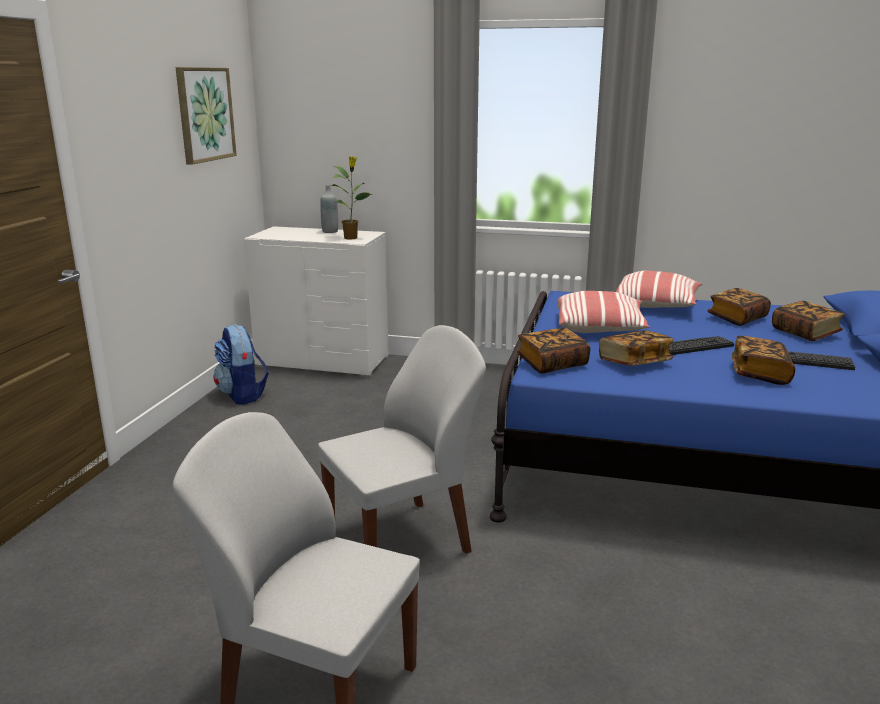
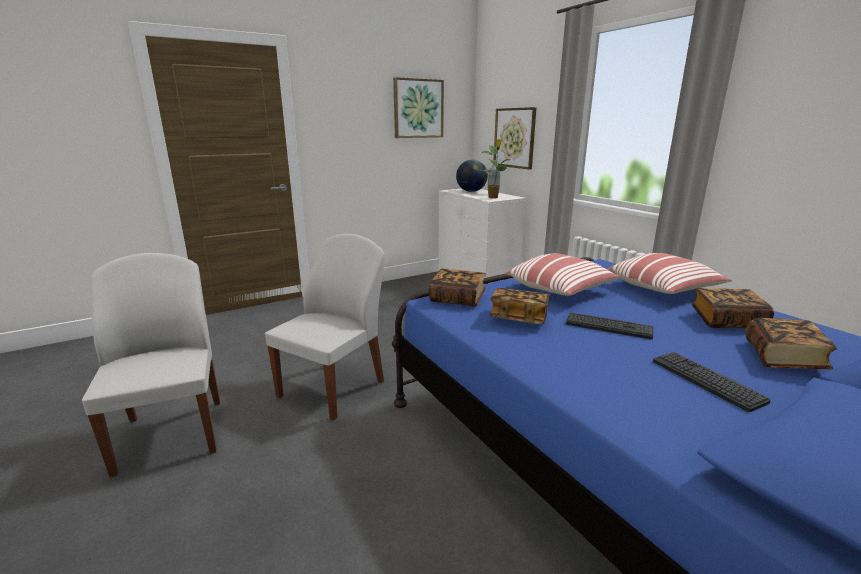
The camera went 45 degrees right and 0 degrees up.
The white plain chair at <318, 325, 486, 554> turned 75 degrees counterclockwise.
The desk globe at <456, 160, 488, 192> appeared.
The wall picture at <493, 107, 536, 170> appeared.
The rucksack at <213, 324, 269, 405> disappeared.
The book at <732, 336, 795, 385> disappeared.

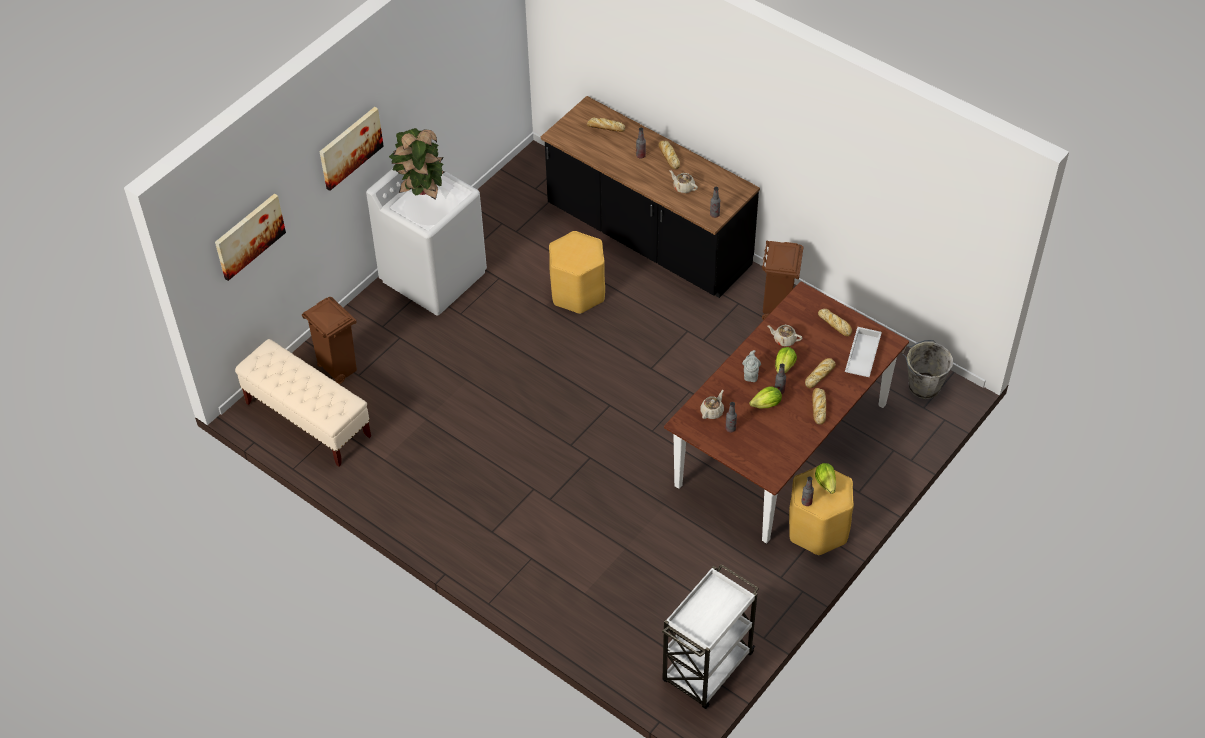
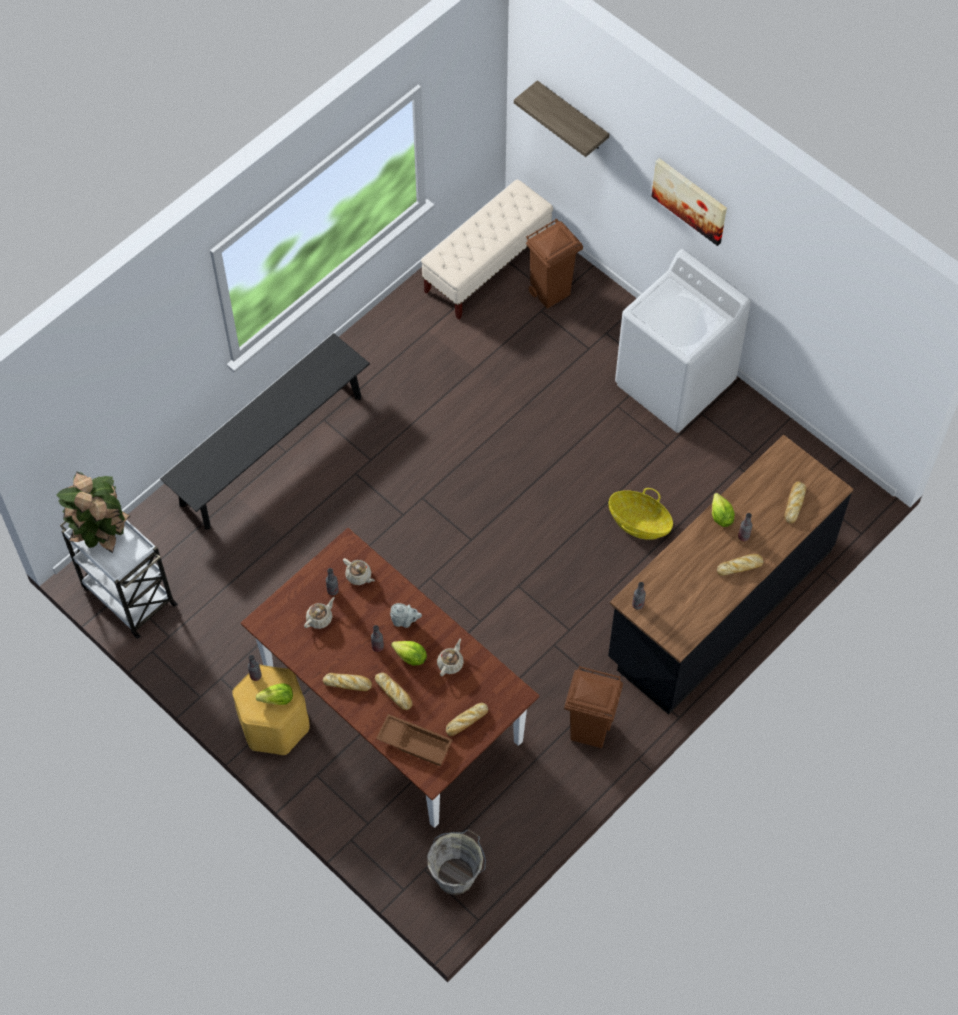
The camera went 95 degrees right and 10 degrees up.
The potted plant moved from <389, 128, 445, 200> to <56, 472, 131, 553>.
The black-coloured long seat at <160, 333, 370, 530> appeared.
The beige tea pot moved from <669, 170, 698, 193> to <304, 597, 335, 629>.
The white serving tray at <845, 327, 882, 377> became the brownish serving tray at <376, 714, 453, 766>.
The wall picture at <215, 194, 286, 281> was replaced by the wall shelf at <514, 80, 609, 157>.
The yellow-coloured sitting stool at <549, 231, 605, 314> was replaced by the household basket at <608, 488, 673, 540>.
The lettuce head moved from <749, 386, 782, 409> to <712, 493, 735, 527>.

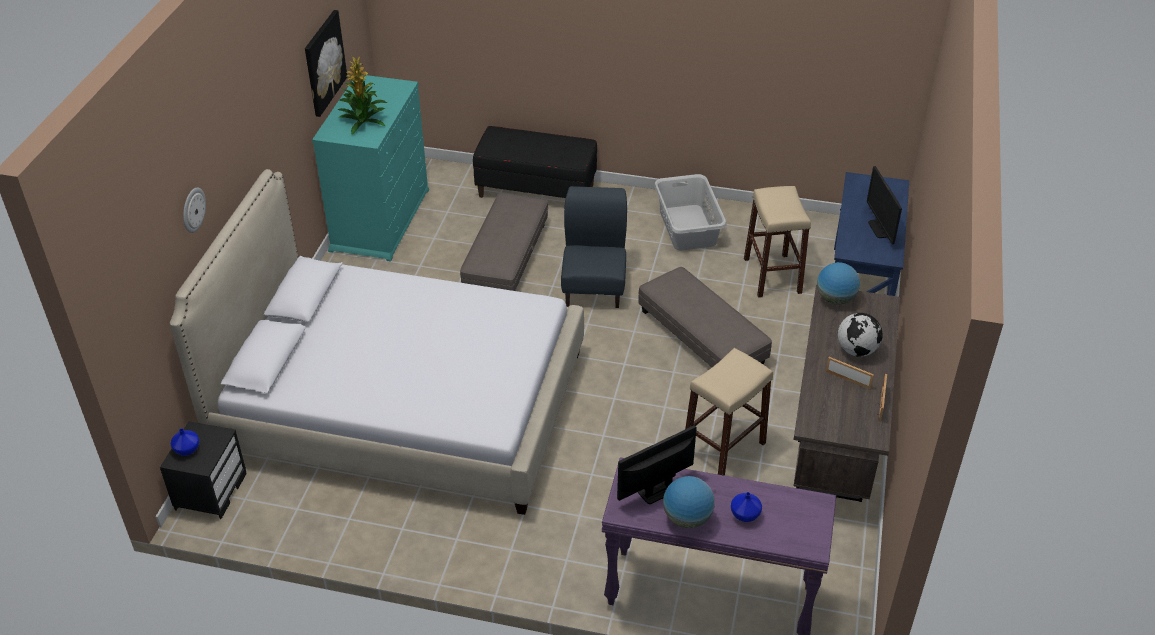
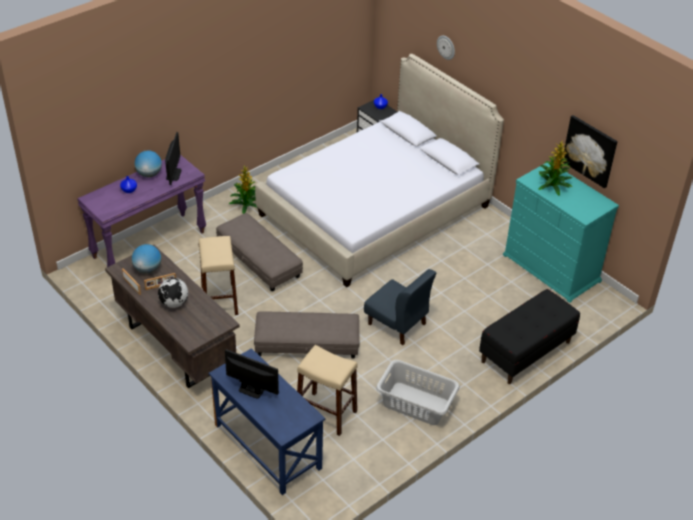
The camera went 125 degrees right and 0 degrees up.
The desk globe moved from <817, 262, 860, 305> to <132, 244, 161, 274>.
The grey ottoman moved from <460, 193, 548, 291> to <216, 213, 303, 292>.
The potted plant at <229, 165, 257, 214> appeared.

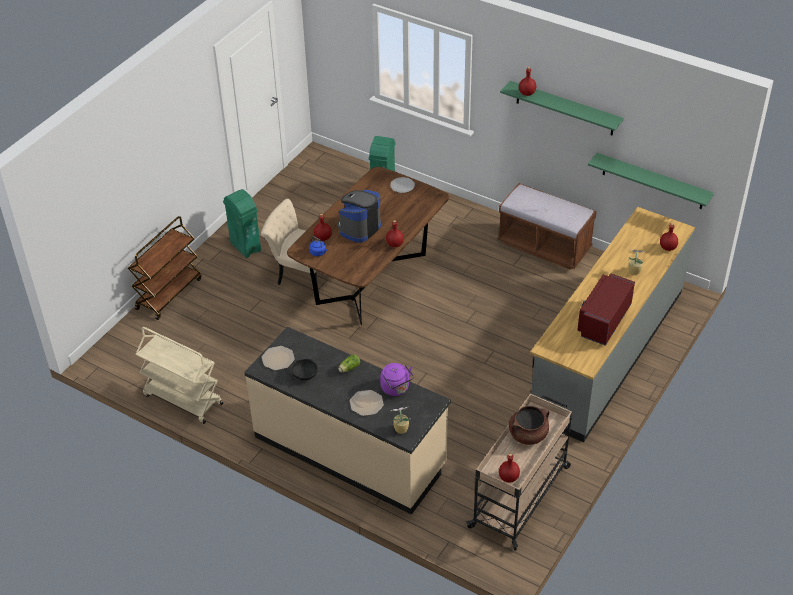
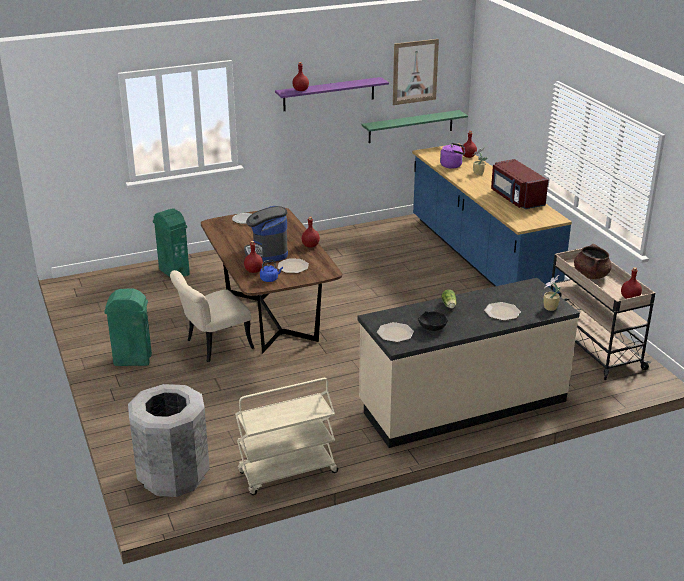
The camera went 55 degrees left and 15 degrees down.
The grey waste bin at <128, 384, 210, 497> appeared.
The greenish wall shelf at <500, 81, 624, 136> became the purplish wall shelf at <275, 77, 389, 111>.
The dinner plate at <278, 259, 309, 273> appeared.
The wall picture at <393, 39, 439, 105> appeared.
The grey counter at <530, 207, 695, 442> became the blue counter at <412, 143, 572, 297>.
The purplish tea kettle moved from <380, 363, 414, 396> to <440, 143, 465, 168>.
The brownish cart at <128, 216, 202, 320> disappeared.
The brownish long seat at <498, 183, 597, 270> disappeared.

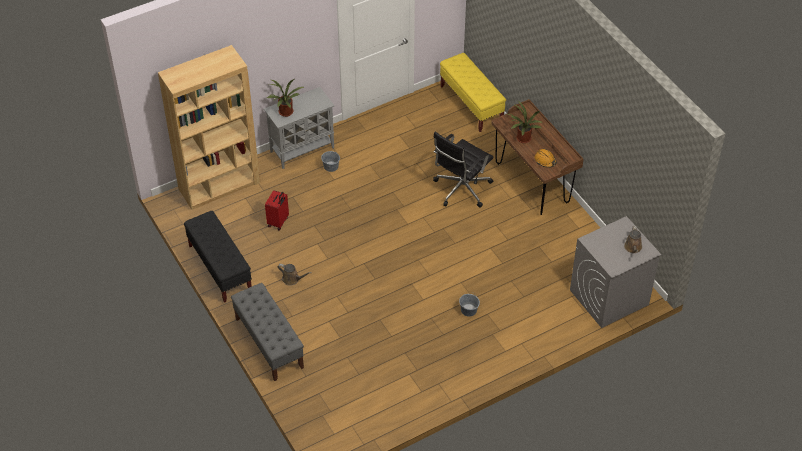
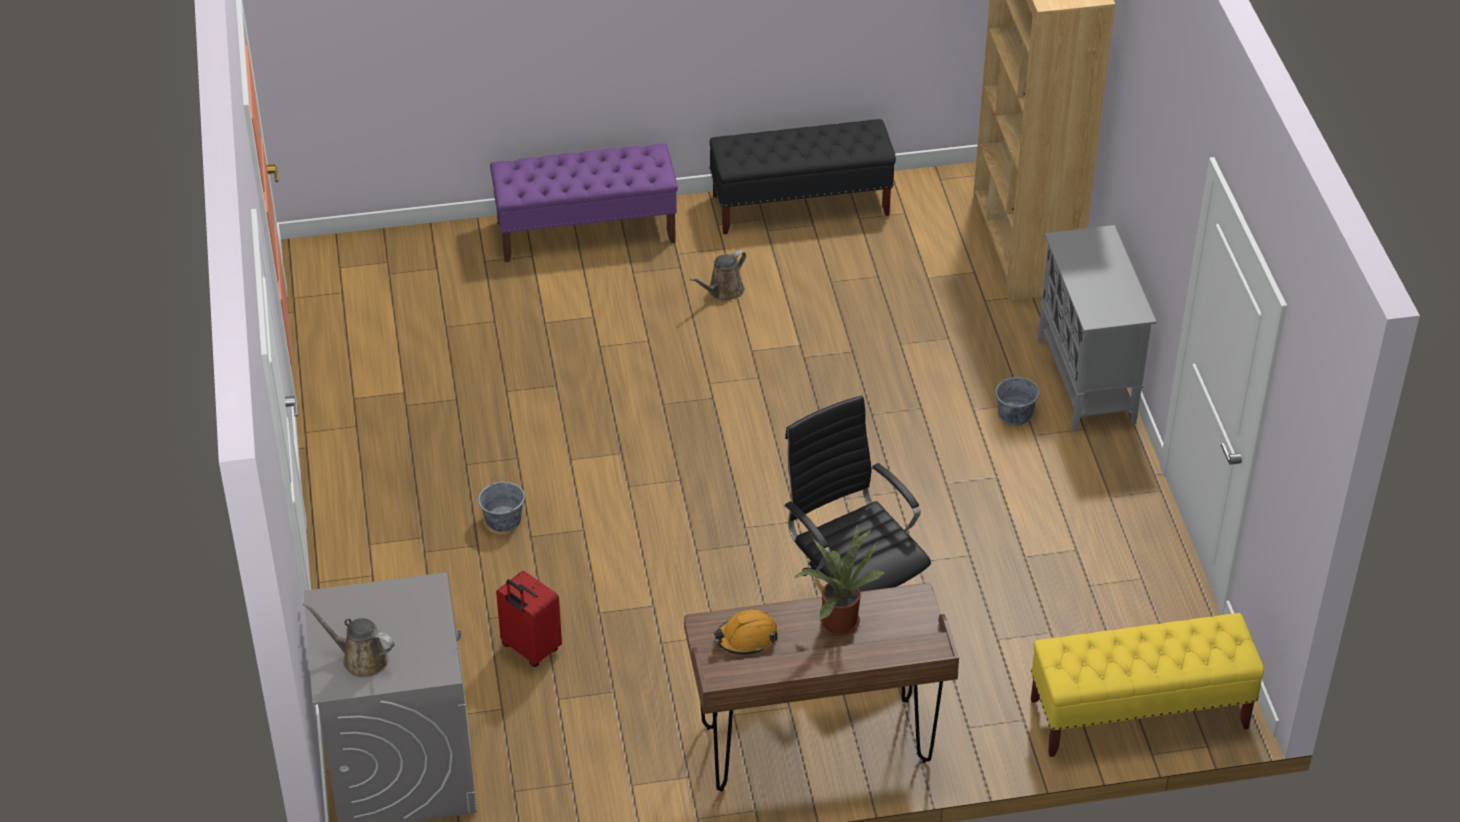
The camera went 110 degrees right and 5 degrees down.
The grey long seat at <231, 283, 304, 381> became the purplish long seat at <490, 143, 678, 262>.
The reddish piece of luggage moved from <265, 190, 289, 230> to <496, 570, 562, 667>.
The potted plant at <267, 79, 304, 117> disappeared.

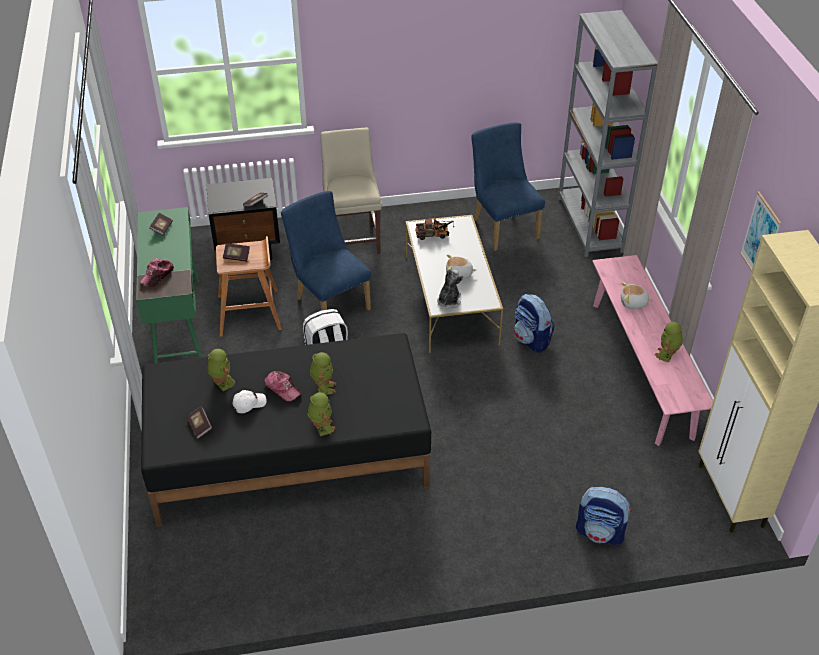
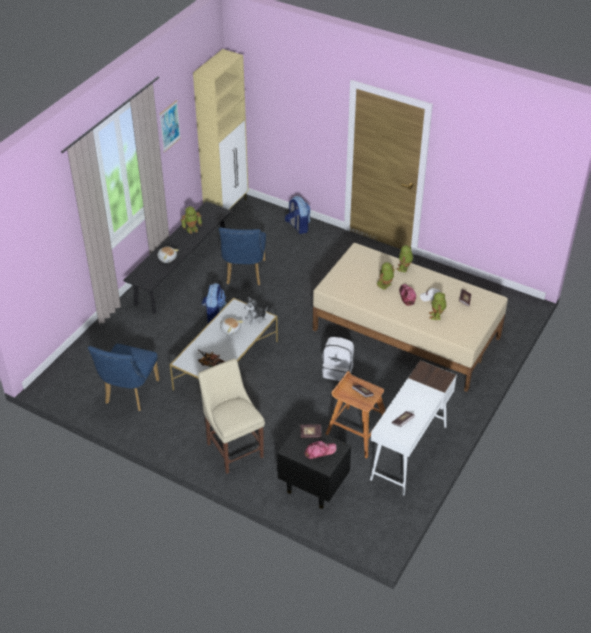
The camera went 140 degrees left and 0 degrees up.
The pinkish long seat at <592, 255, 713, 446> became the black-coloured long seat at <123, 201, 232, 314>.
The beige plain chair at <320, 127, 382, 254> turned 120 degrees clockwise.
The blue plain chair moved from <281, 191, 371, 311> to <219, 228, 266, 286>.
The peaked cap moved from <140, 258, 174, 287> to <305, 441, 337, 459>.
The black-coloured bedroom bed at <141, 333, 431, 526> became the beige bedroom bed at <313, 243, 508, 392>.
The greenish desk at <136, 207, 202, 363> became the white desk at <370, 360, 457, 495>.
The grey bookshelf at <558, 10, 658, 257> disappeared.

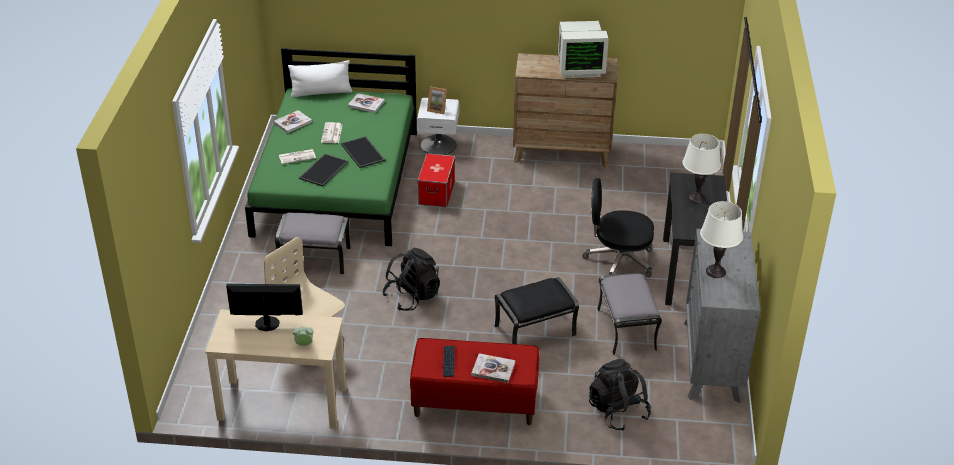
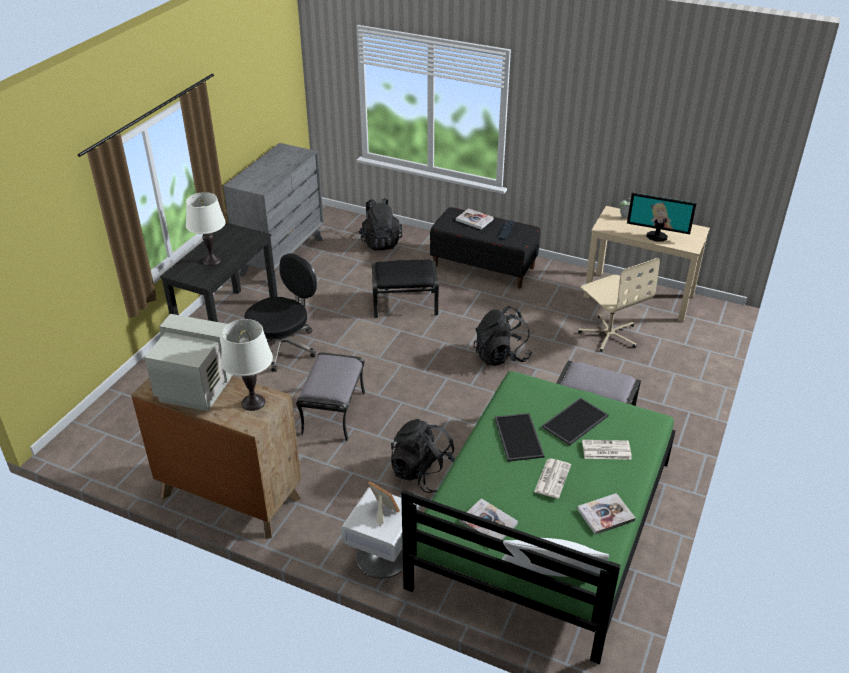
The camera went 160 degrees left and 0 degrees up.
The white lamp for a table moved from <700, 201, 743, 278> to <221, 319, 273, 411>.
The black-coloured computer chair at <583, 178, 654, 277> turned 75 degrees counterclockwise.
The grey ottoman moved from <597, 272, 662, 355> to <296, 352, 365, 441>.
The storage bin at <417, 153, 455, 207> was replaced by the black-coloured rucksack at <391, 419, 455, 493>.
The reddish long seat at <410, 338, 539, 425> became the black-coloured long seat at <430, 207, 540, 289>.

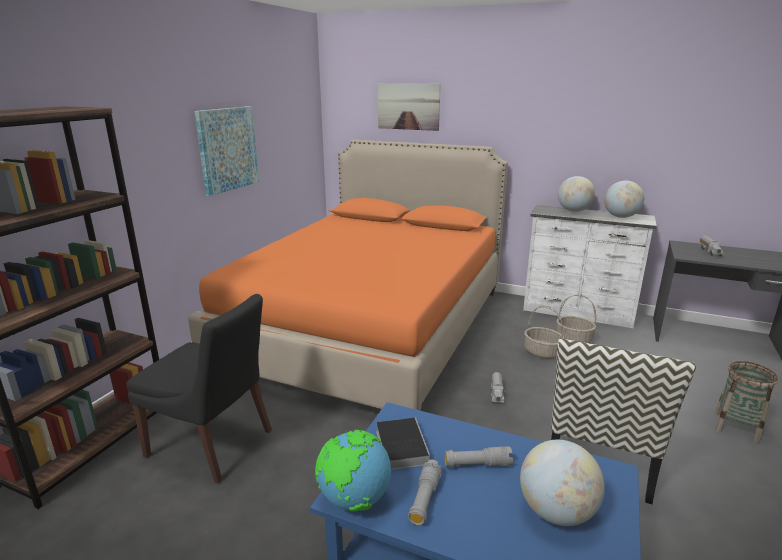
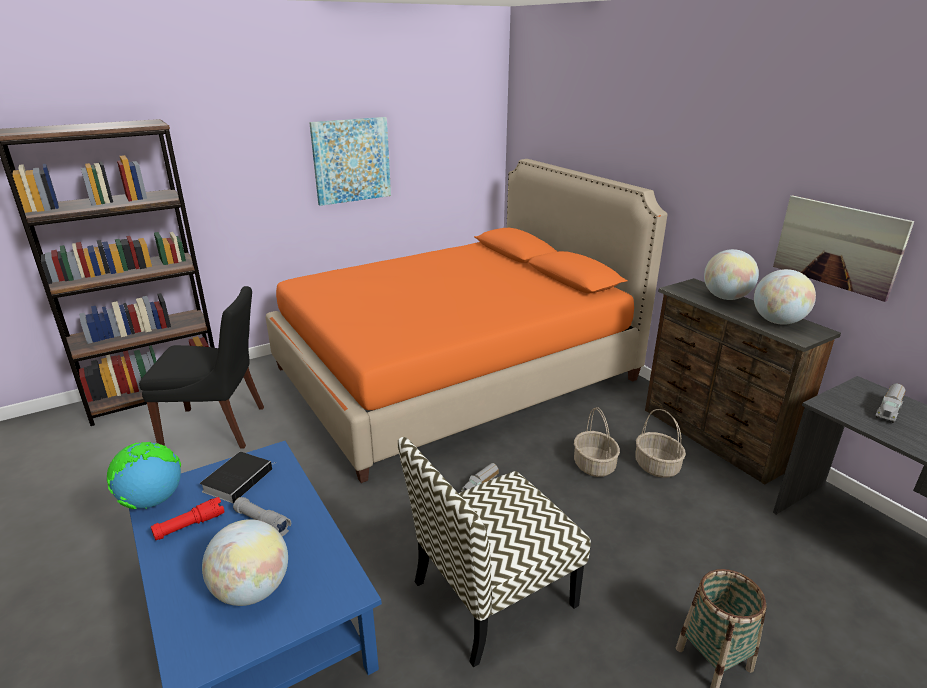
The camera went 35 degrees right and 5 degrees up.
The black-coloured plain chair at <126, 294, 272, 484> turned 60 degrees counterclockwise.
The grey hand torch at <408, 460, 442, 525> became the reddish hand torch at <151, 497, 224, 540>.
The white chest of drawers at <523, 205, 657, 328> became the brownish chest of drawers at <645, 278, 841, 485>.
The wall picture moved from <378, 83, 441, 131> to <773, 195, 914, 302>.

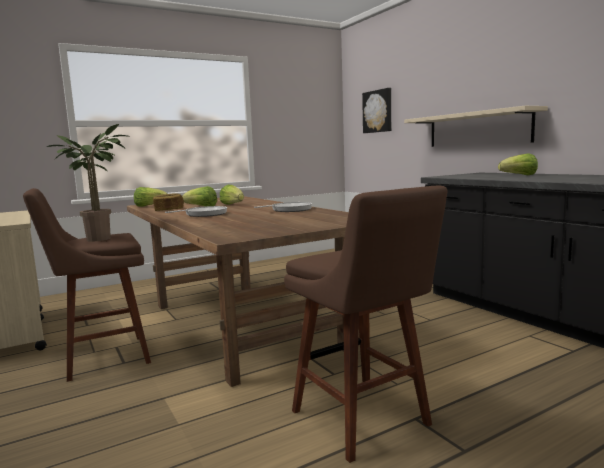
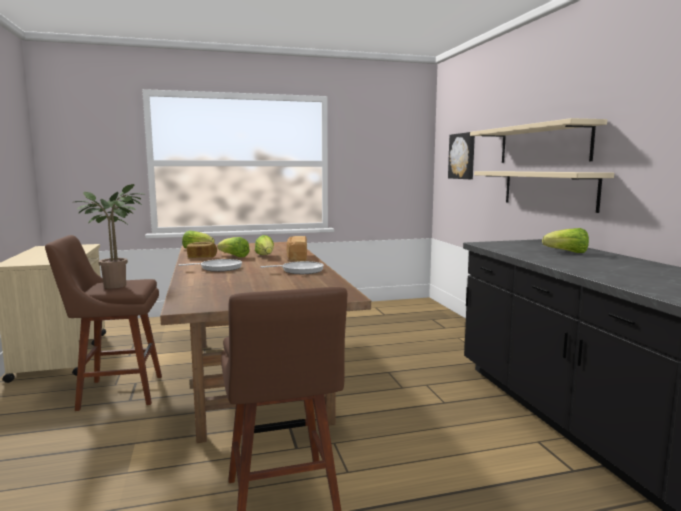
The camera went 15 degrees right and 0 degrees up.
The bakery bread at <286, 236, 307, 261> appeared.
The beige wall shelf at <470, 118, 607, 163> appeared.

